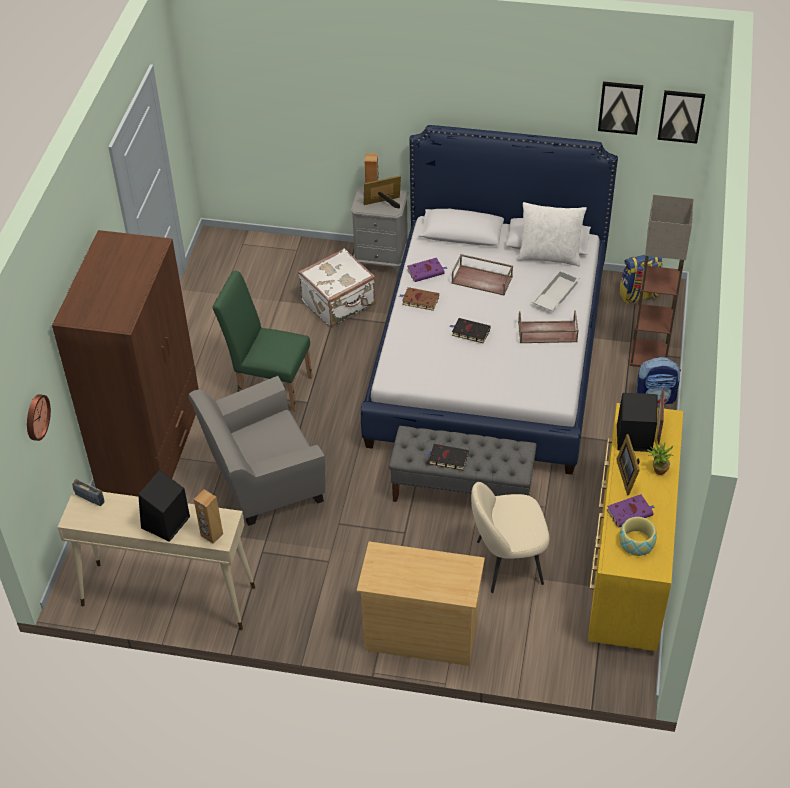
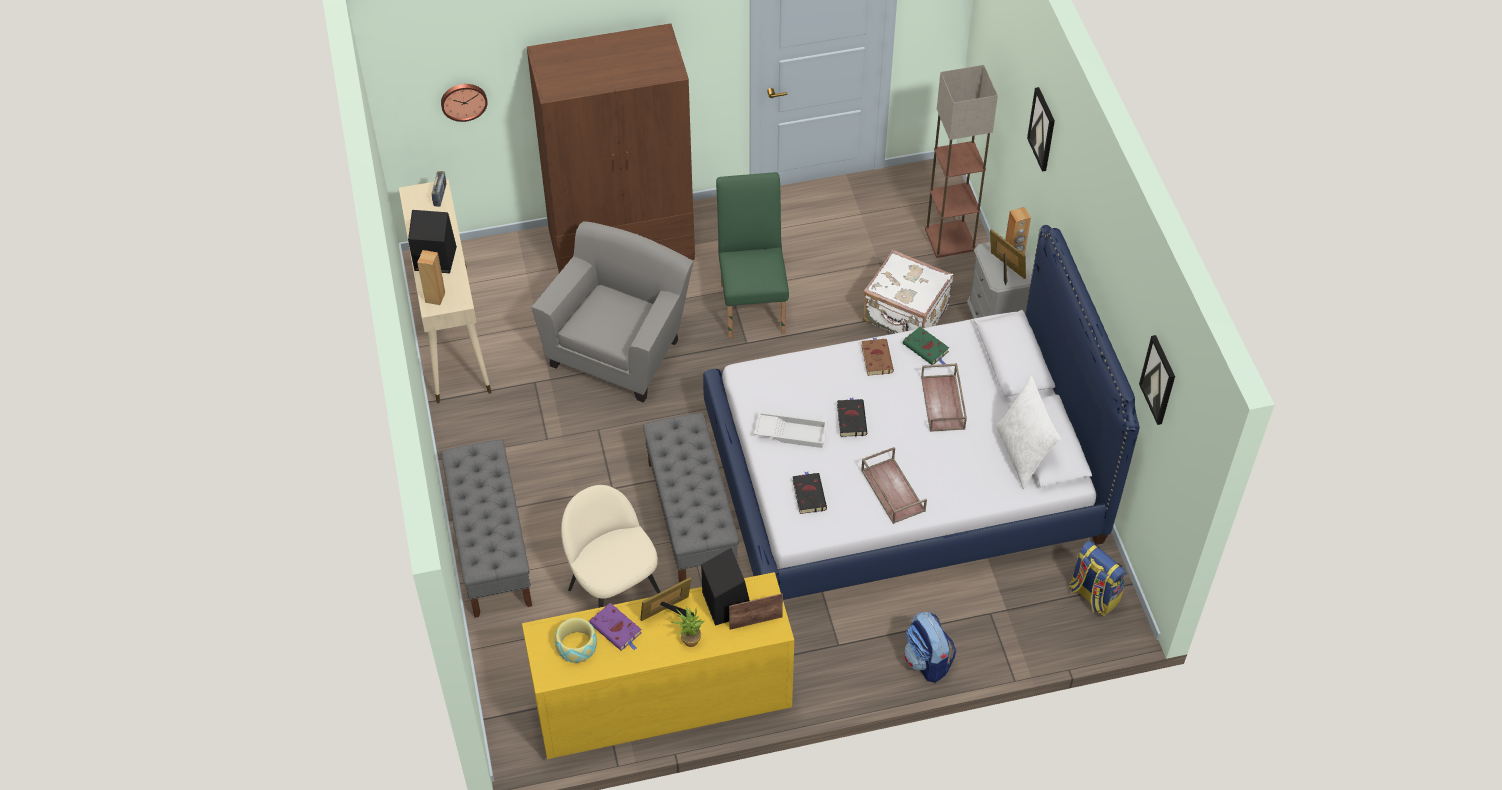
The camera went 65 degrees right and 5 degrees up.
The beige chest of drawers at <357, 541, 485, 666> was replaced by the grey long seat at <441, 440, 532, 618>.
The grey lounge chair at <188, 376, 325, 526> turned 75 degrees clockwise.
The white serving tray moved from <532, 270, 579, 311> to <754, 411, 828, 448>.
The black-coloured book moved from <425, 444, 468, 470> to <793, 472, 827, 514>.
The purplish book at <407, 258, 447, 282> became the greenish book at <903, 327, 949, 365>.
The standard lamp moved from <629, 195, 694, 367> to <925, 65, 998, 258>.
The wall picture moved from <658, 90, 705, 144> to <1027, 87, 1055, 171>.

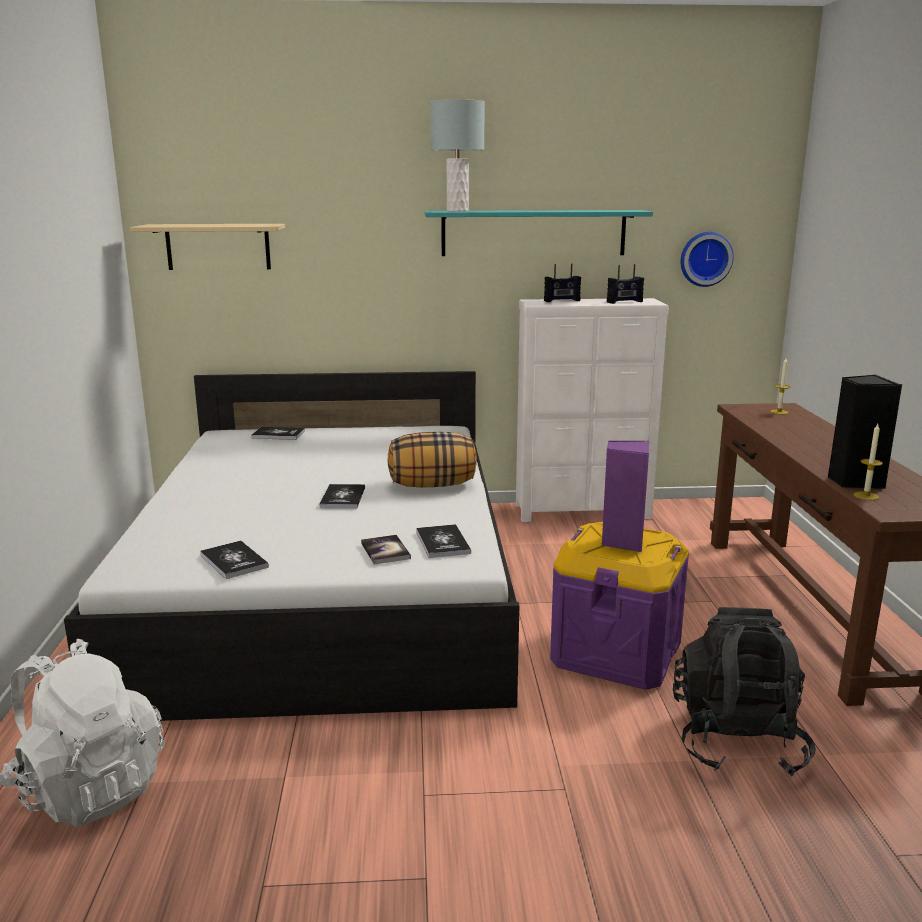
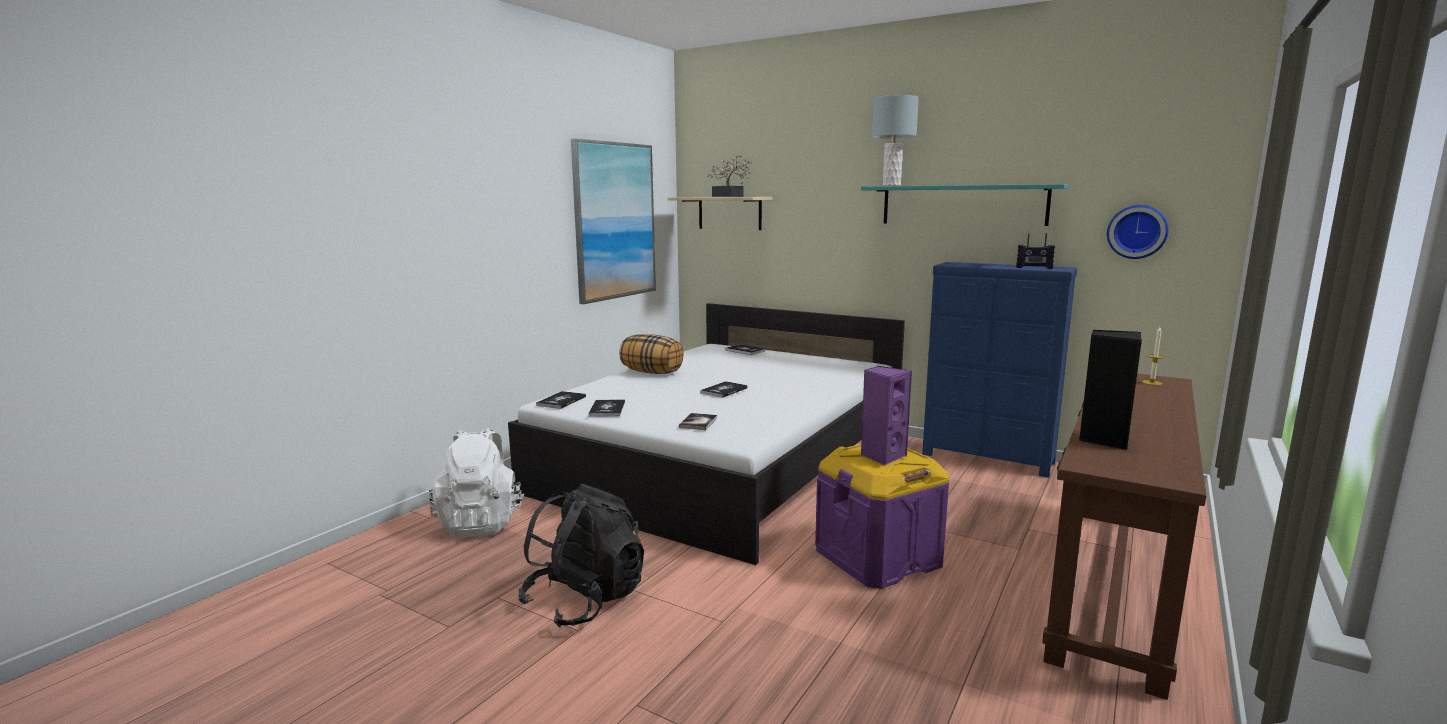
The camera went 35 degrees right and 5 degrees down.
The black-coloured rucksack moved from <673, 607, 816, 777> to <518, 484, 644, 628>.
The book moved from <416, 524, 471, 558> to <536, 391, 586, 409>.
The wall picture at <571, 138, 656, 304> appeared.
The pillow moved from <387, 432, 477, 488> to <619, 334, 684, 374>.
The potted plant at <706, 154, 752, 197> appeared.
The white chest of drawers at <516, 298, 669, 522> became the blue chest of drawers at <922, 262, 1077, 478>.
The radio set at <544, 264, 581, 302> disappeared.
The wax candle at <853, 424, 883, 500> disappeared.

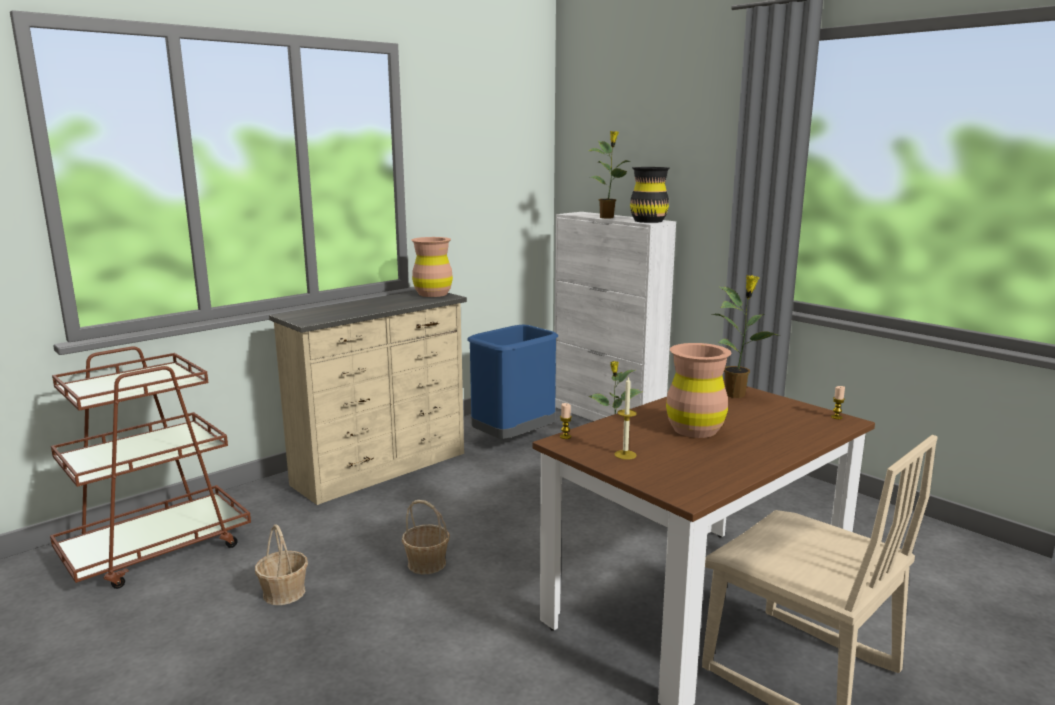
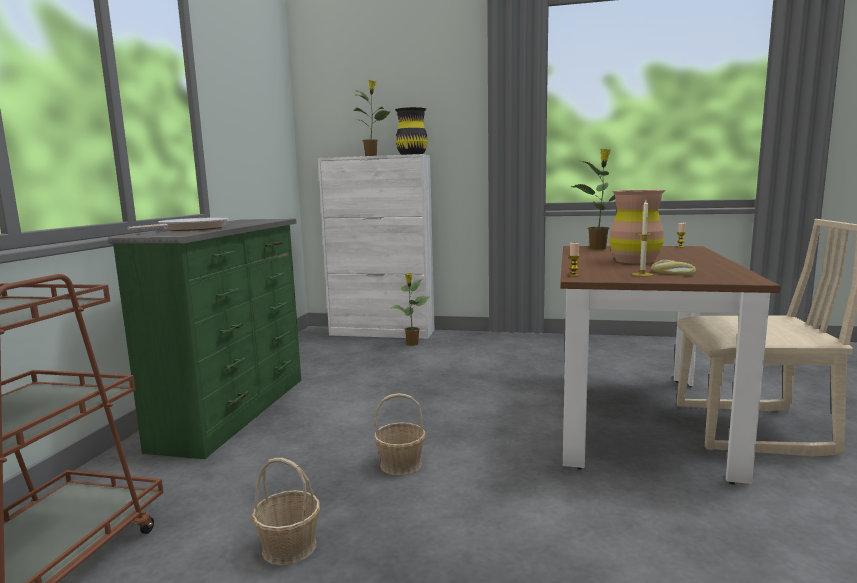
The camera went 35 degrees left and 5 degrees down.
The beige chest of drawers at <269, 291, 467, 505> became the greenish chest of drawers at <108, 219, 301, 459>.
The pan at <127, 217, 228, 231> appeared.
The bakery bread at <651, 260, 696, 275> appeared.
The brownish flower vase at <411, 237, 453, 297> disappeared.
The blue waste bin at <467, 324, 558, 439> disappeared.

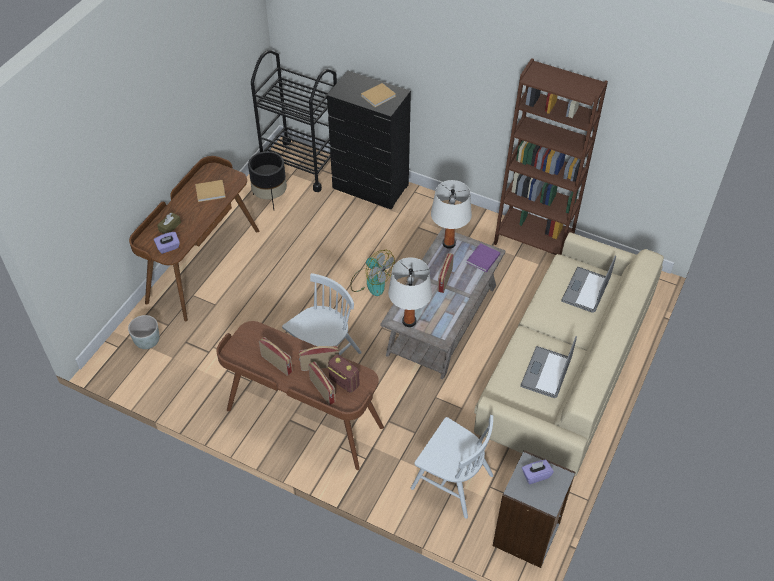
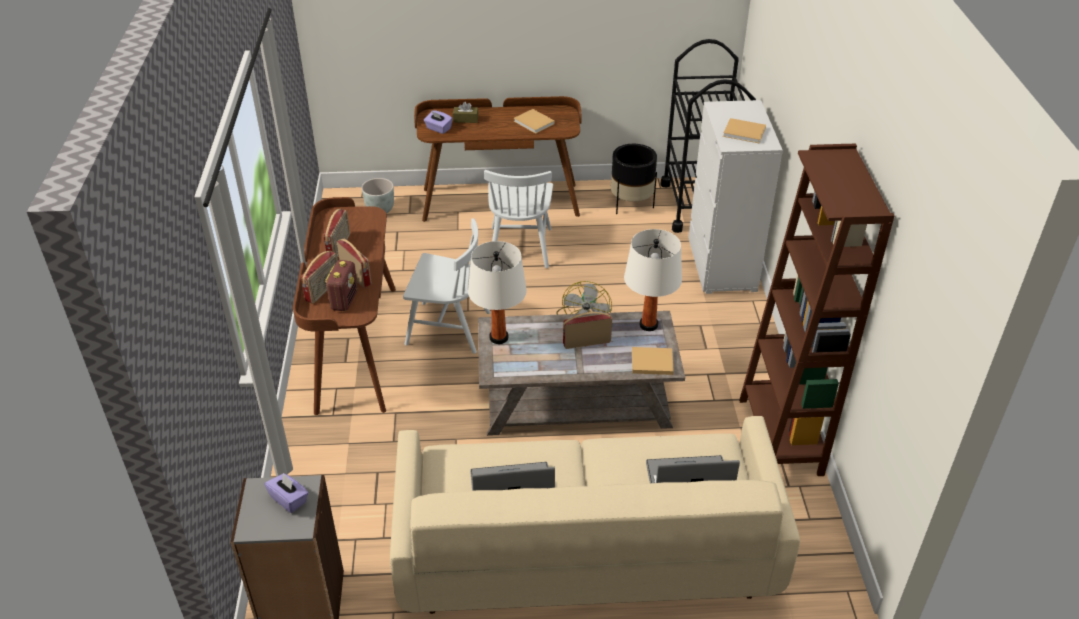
The camera went 60 degrees right and 10 degrees down.
The white plain chair moved from <411, 415, 494, 519> to <484, 170, 553, 268>.
The purplish book at <466, 243, 500, 272> became the beige book at <632, 347, 674, 375>.
The black-coloured chest of drawers at <327, 71, 411, 209> became the white chest of drawers at <688, 100, 783, 294>.

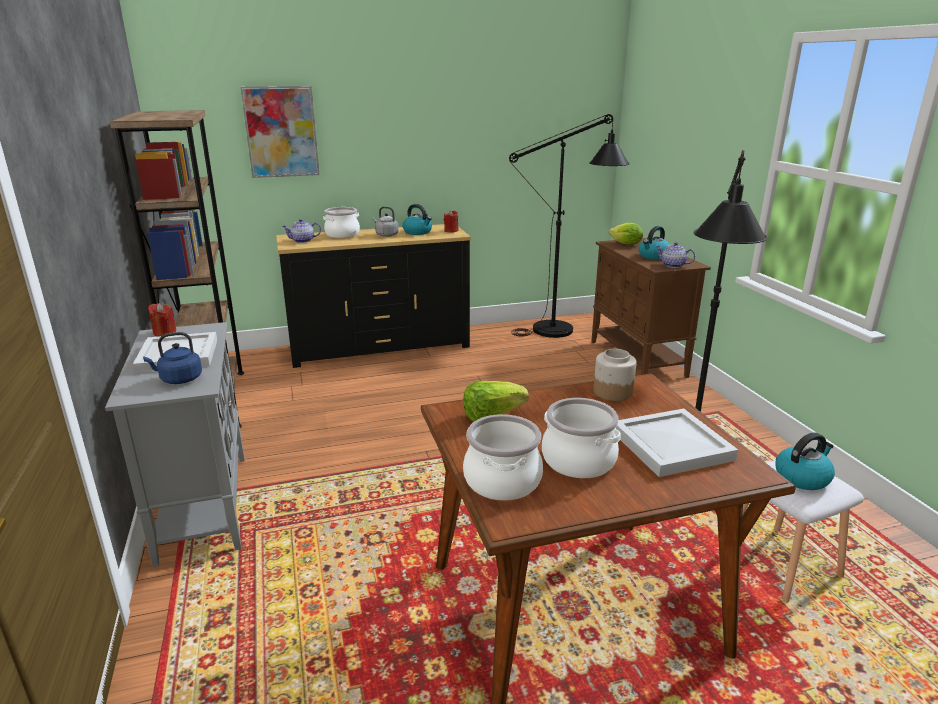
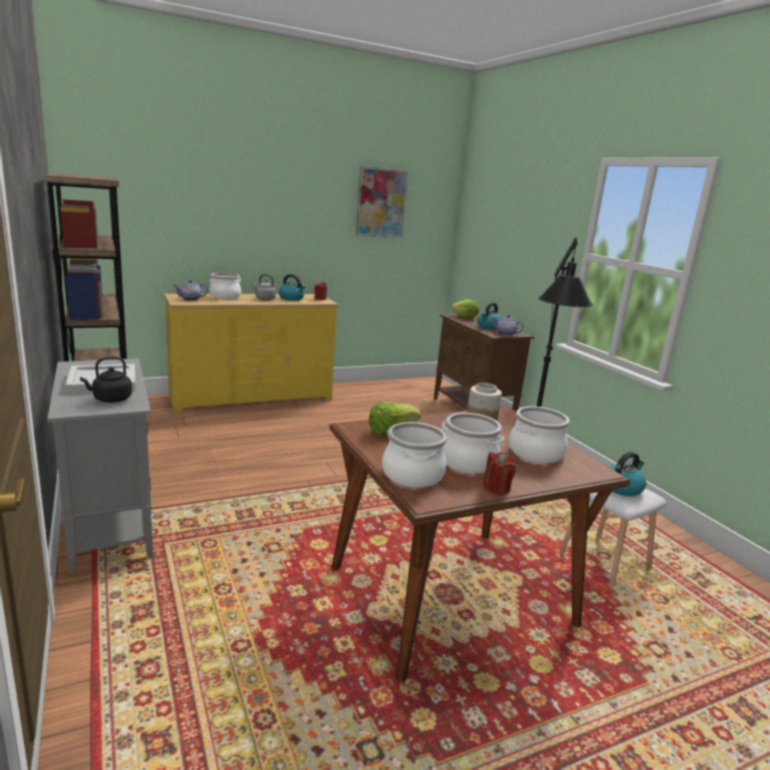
The camera went 10 degrees left and 5 degrees down.
The blue tea kettle at <143, 332, 202, 384> became the black-coloured tea kettle at <80, 356, 132, 402>.
The black-coloured chest of drawers at <276, 224, 471, 368> became the yellow-coloured chest of drawers at <164, 294, 338, 413>.
The wall picture moved from <241, 86, 320, 178> to <356, 166, 408, 238>.
The reddish wax candle moved from <148, 303, 176, 337> to <483, 452, 515, 494>.
The white serving tray at <615, 409, 738, 477> was replaced by the saucepot at <509, 406, 570, 463>.
The black-coloured standard lamp at <509, 114, 630, 338> disappeared.

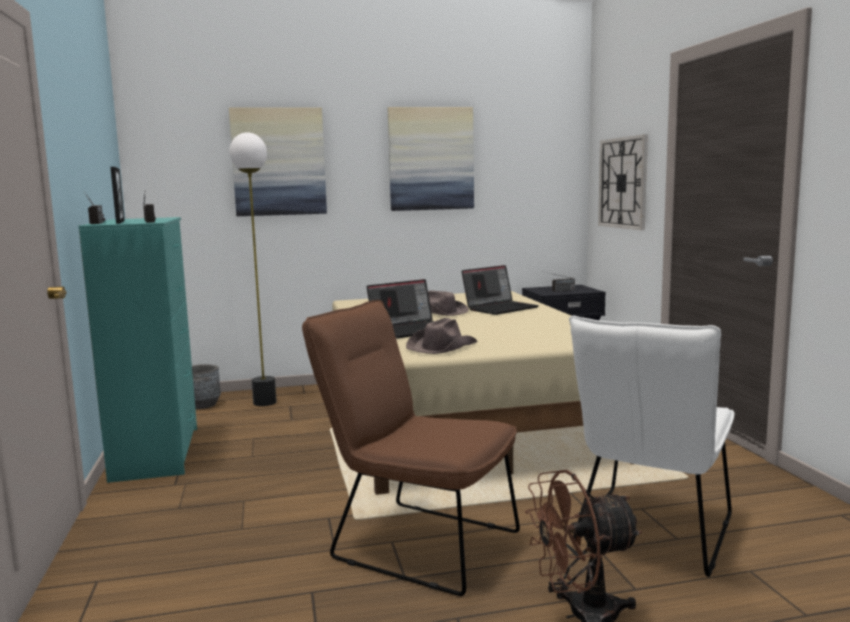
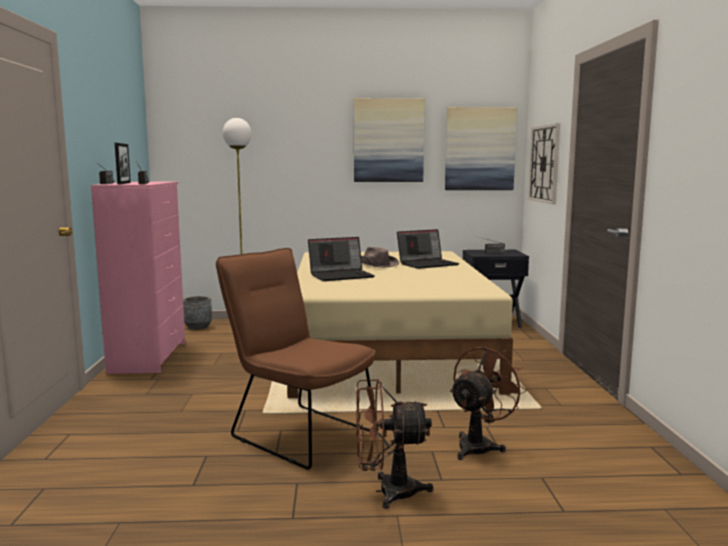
The camera went 10 degrees right and 0 degrees up.
The blue-green chest of drawers at <79, 217, 197, 483> became the pinkish chest of drawers at <91, 182, 185, 374>.
The wall picture moved from <229, 107, 327, 216> to <445, 107, 517, 190>.
The white plain chair at <569, 316, 734, 577> was replaced by the brownish fan at <450, 345, 527, 460>.
The brownish hat at <406, 318, 478, 354> disappeared.

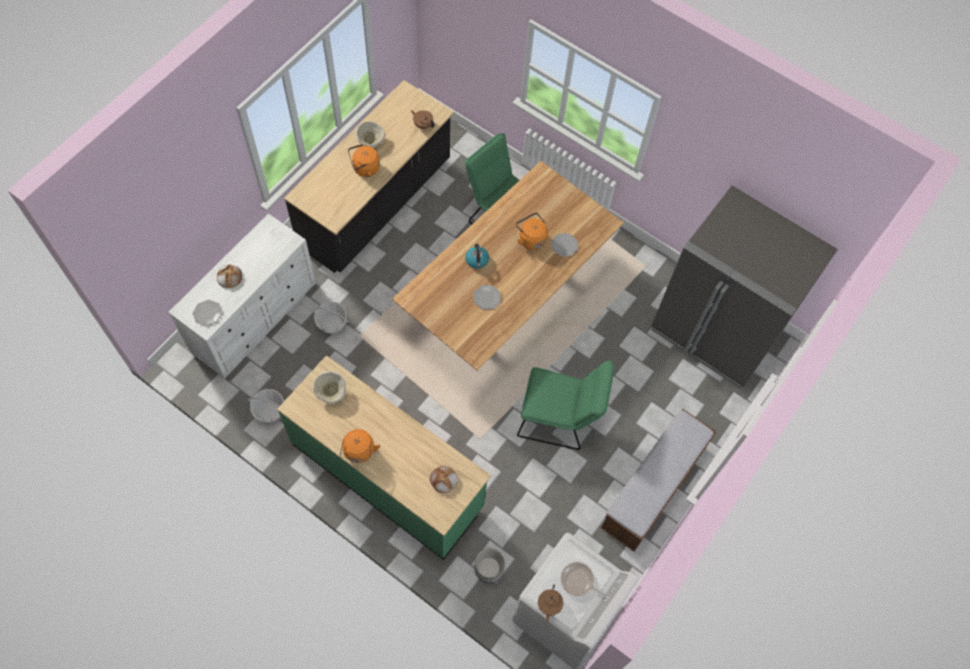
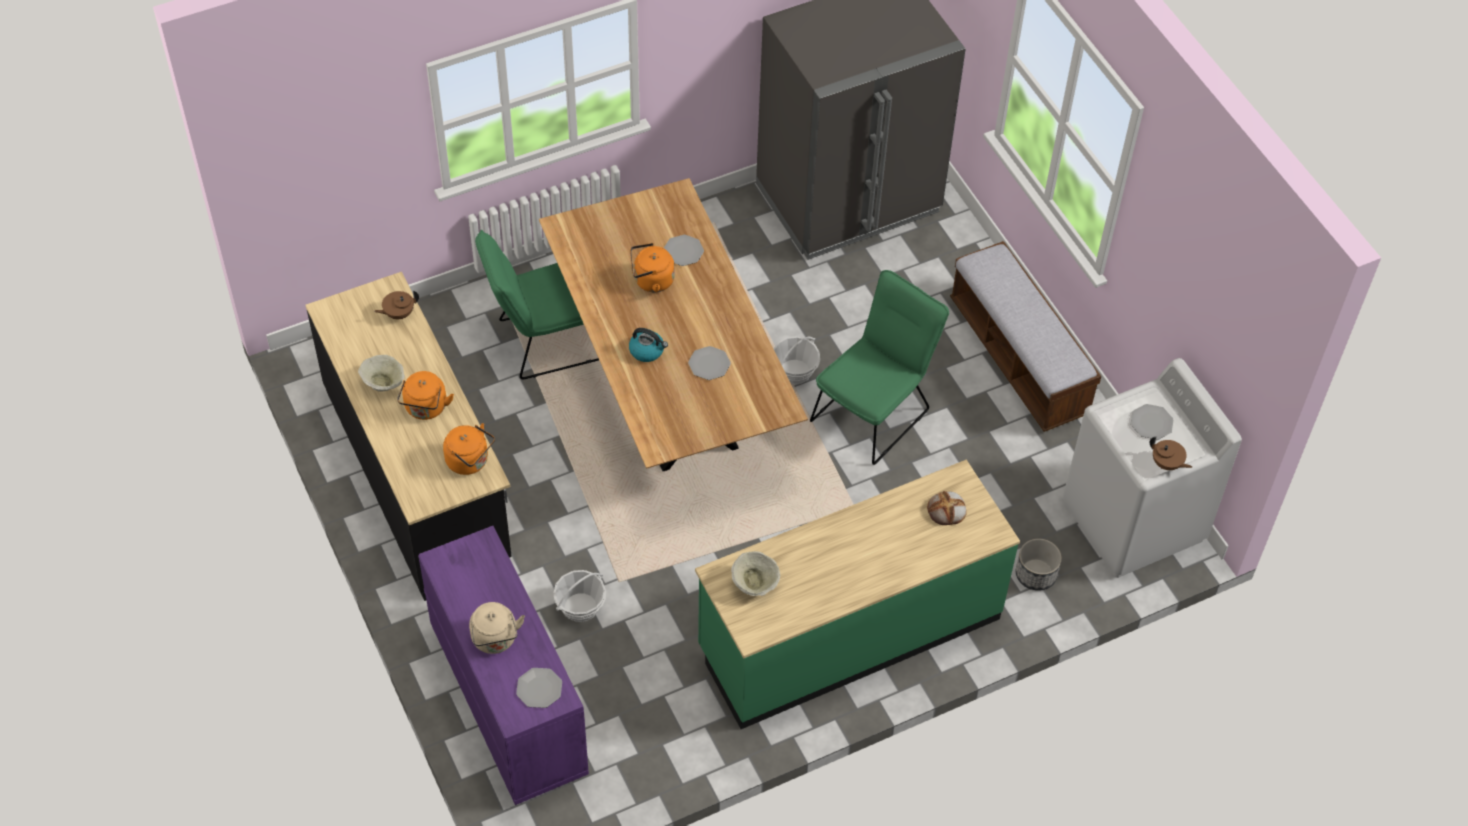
The camera went 60 degrees left and 10 degrees down.
The white chest of drawers at <169, 214, 316, 378> became the purplish chest of drawers at <418, 526, 589, 805>.
The orange-coloured tea kettle moved from <340, 429, 380, 463> to <443, 423, 495, 475>.
The bakery bread at <217, 265, 242, 288> was replaced by the beige tea kettle at <469, 602, 525, 654>.
The household basket moved from <248, 389, 284, 423> to <773, 336, 820, 385>.
The pan at <561, 562, 609, 598> was replaced by the dinner plate at <1131, 404, 1174, 440>.

